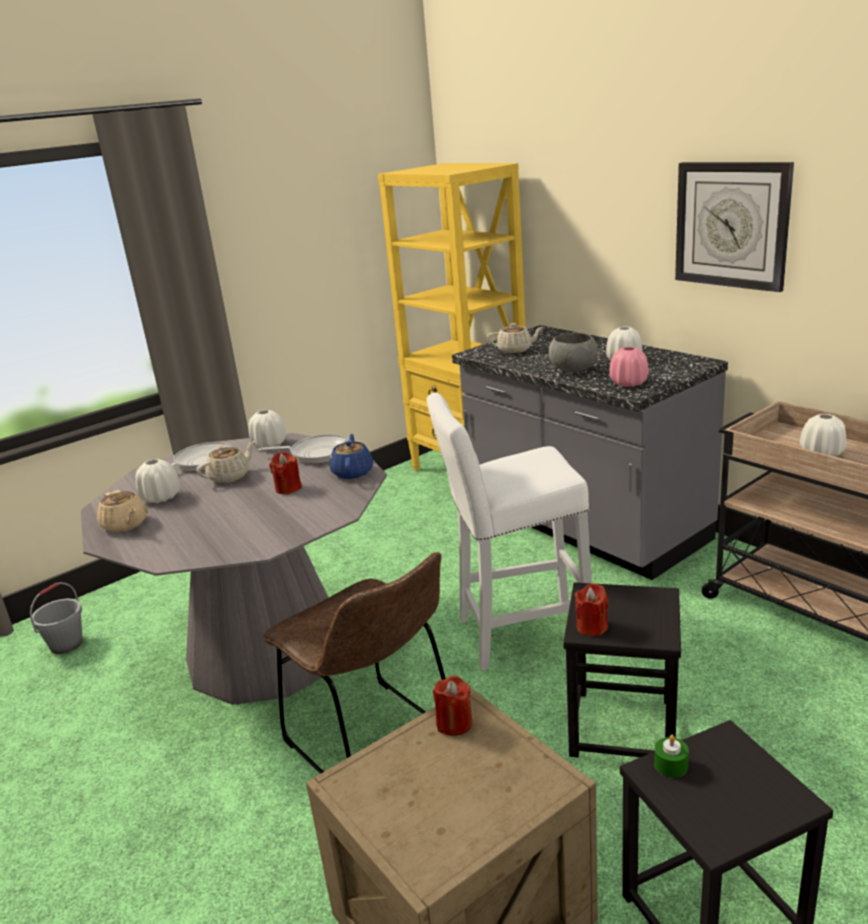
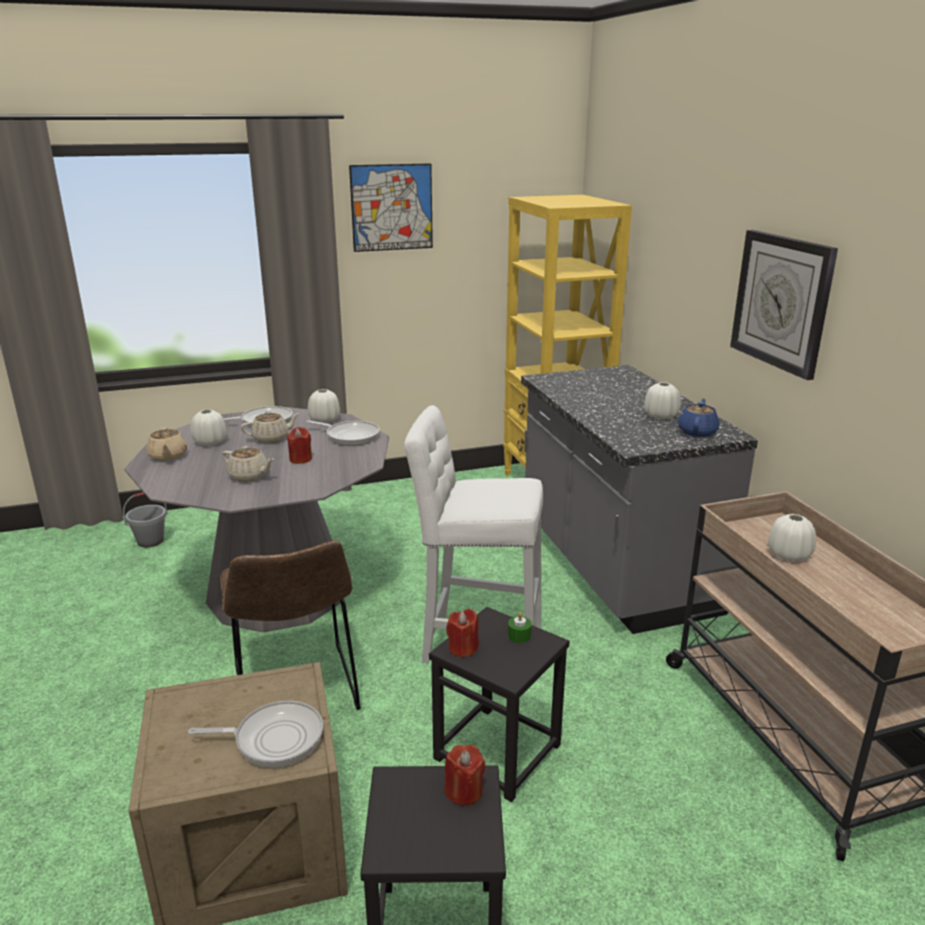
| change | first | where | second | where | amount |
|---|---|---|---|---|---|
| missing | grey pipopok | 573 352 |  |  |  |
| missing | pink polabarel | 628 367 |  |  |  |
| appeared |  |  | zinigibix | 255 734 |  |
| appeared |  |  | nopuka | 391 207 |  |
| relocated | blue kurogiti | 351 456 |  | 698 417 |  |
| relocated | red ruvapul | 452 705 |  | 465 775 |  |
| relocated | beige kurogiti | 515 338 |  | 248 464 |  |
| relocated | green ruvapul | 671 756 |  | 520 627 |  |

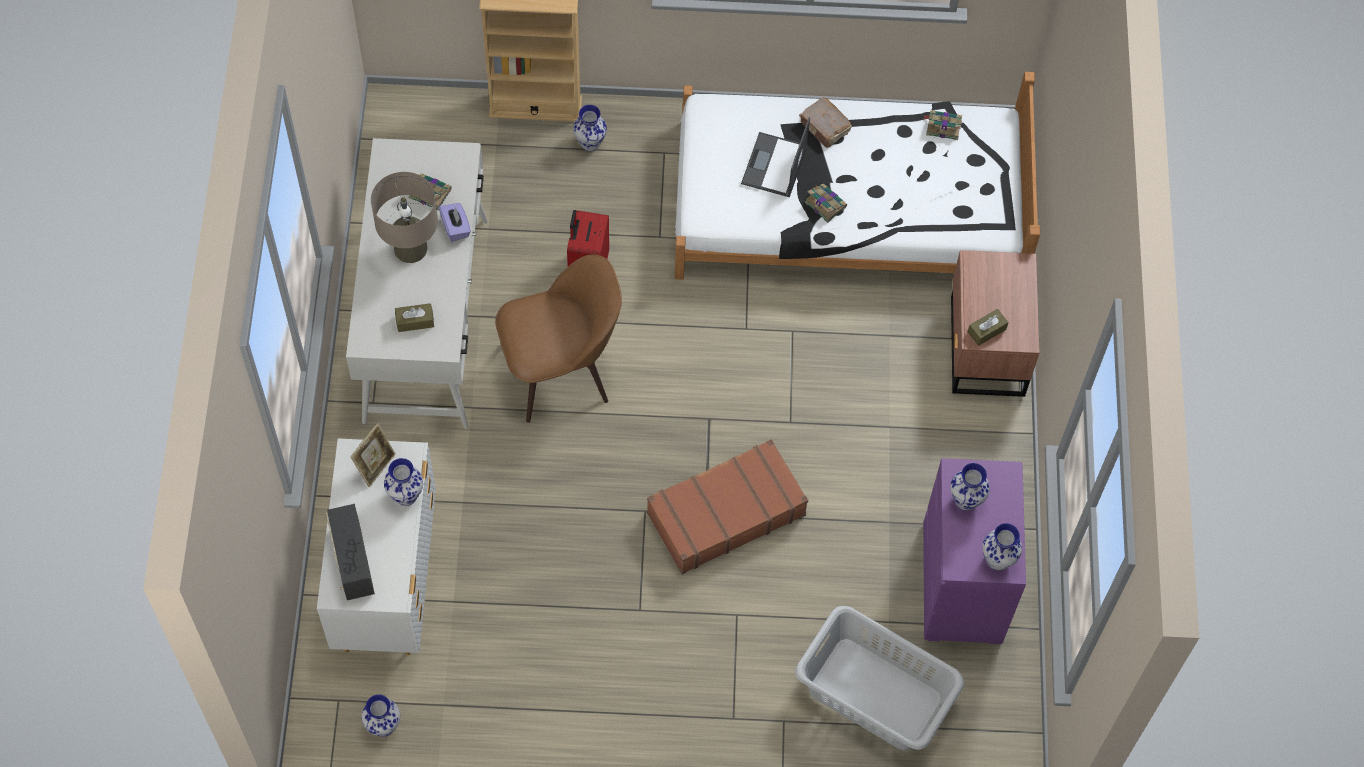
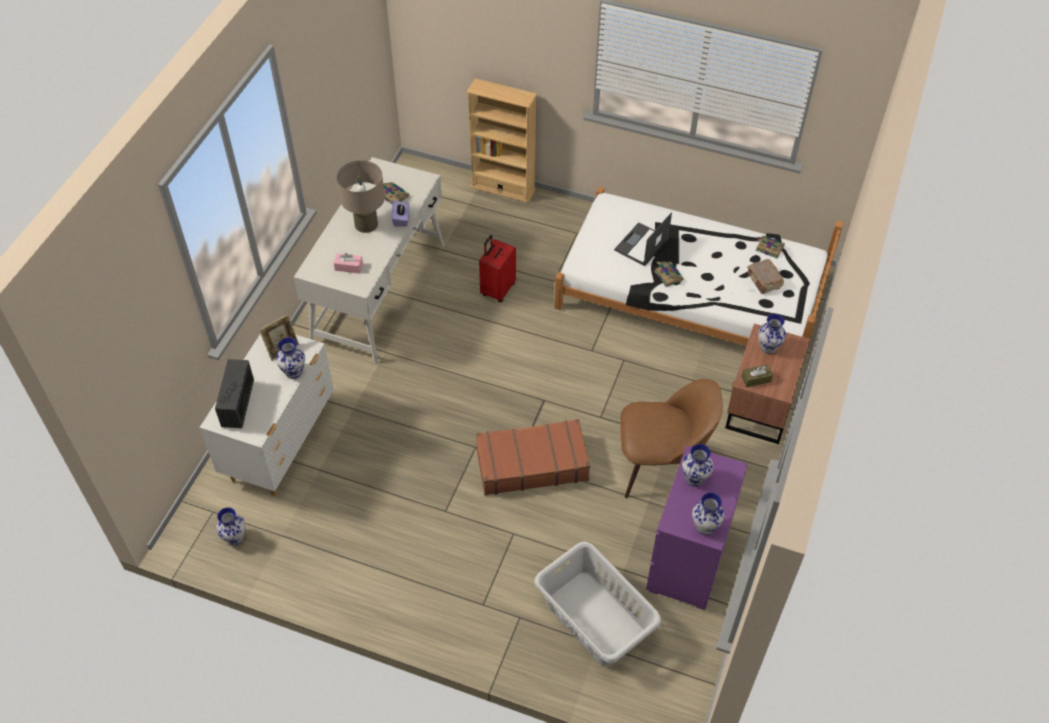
| change | first | where | second | where | amount |
|---|---|---|---|---|---|
| relocated | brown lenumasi | 558 339 |  | 671 438 |  |
| relocated | polabarel | 590 128 |  | 772 334 |  |
| relocated | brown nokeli | 825 122 |  | 765 276 |  |
| colour | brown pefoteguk | 414 317 | pink pefoteguk | 348 263 |  |

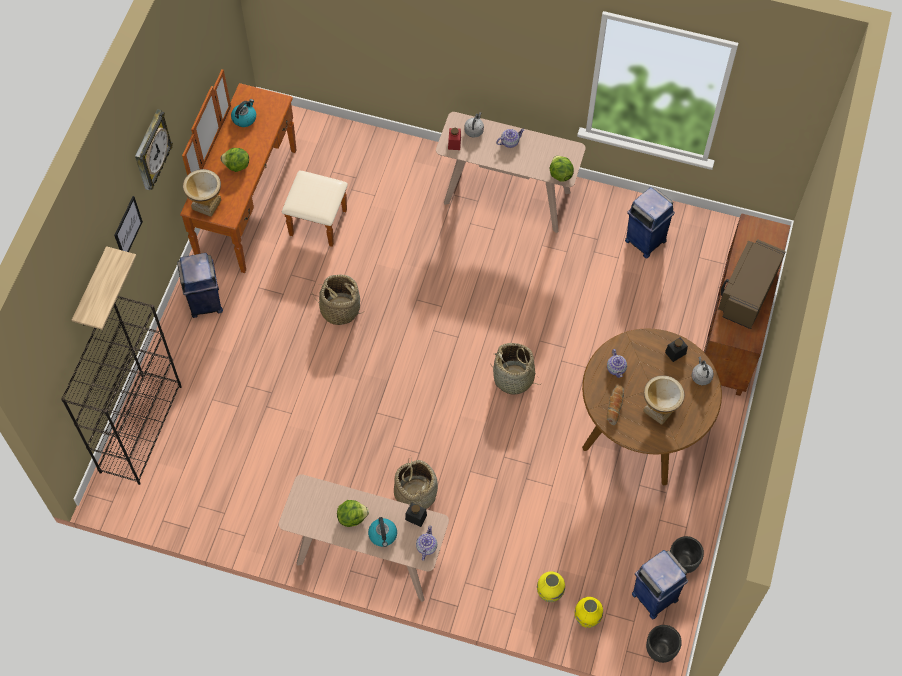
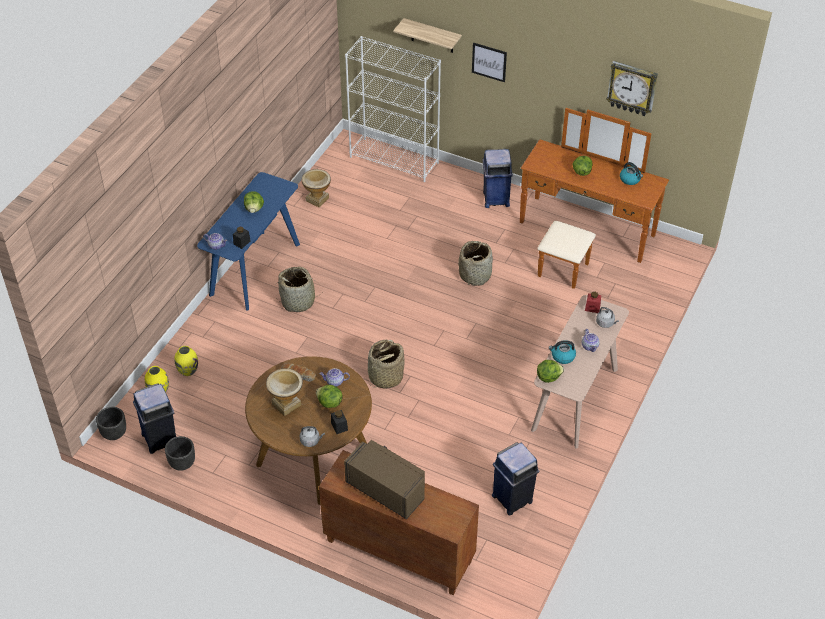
| change | first | where | second | where | amount |
|---|---|---|---|---|---|
| appeared |  |  | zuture | 329 396 |  |
| relocated | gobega | 154 149 |  | 632 88 |  |
| relocated | polabarel | 202 193 |  | 316 188 |  |
| relocated | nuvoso | 382 532 |  | 562 352 |  |
| colour | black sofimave | 121 390 | white sofimave | 393 109 |  |
| colour | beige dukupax | 364 538 | blue dukupax | 248 241 |  |

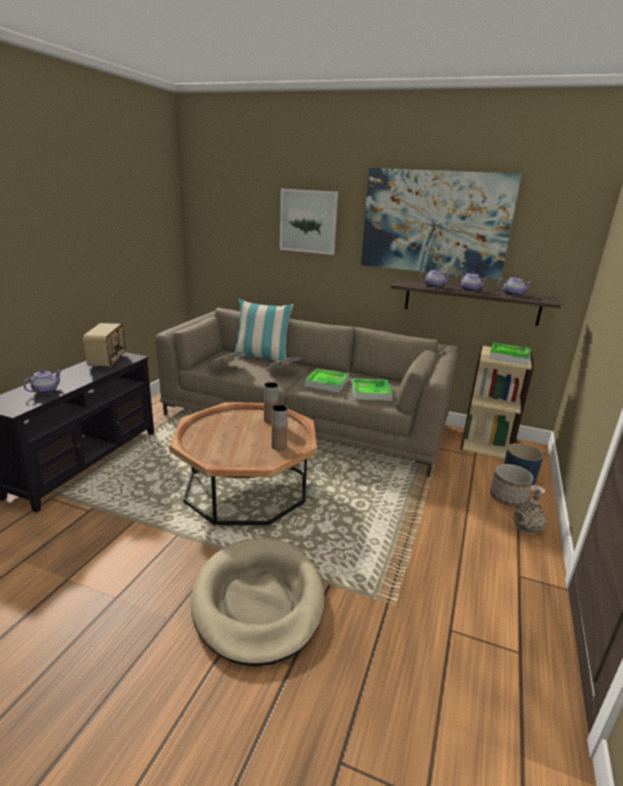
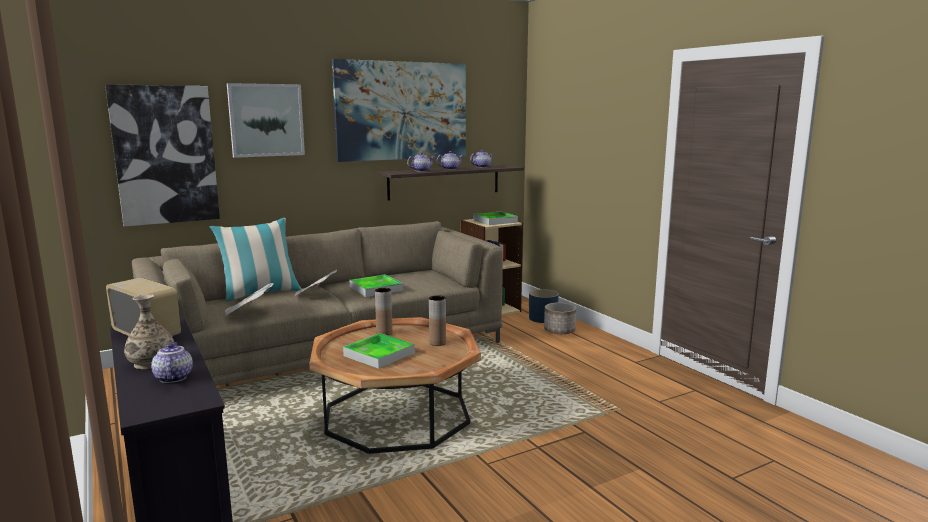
| change | first | where | second | where | amount |
|---|---|---|---|---|---|
| missing | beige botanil | 258 602 |  |  |  |
| appeared |  |  | nopuka | 162 155 |  |
| relocated | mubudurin | 372 389 |  | 379 351 |  |
| relocated | polabarel | 530 510 |  | 149 331 |  |

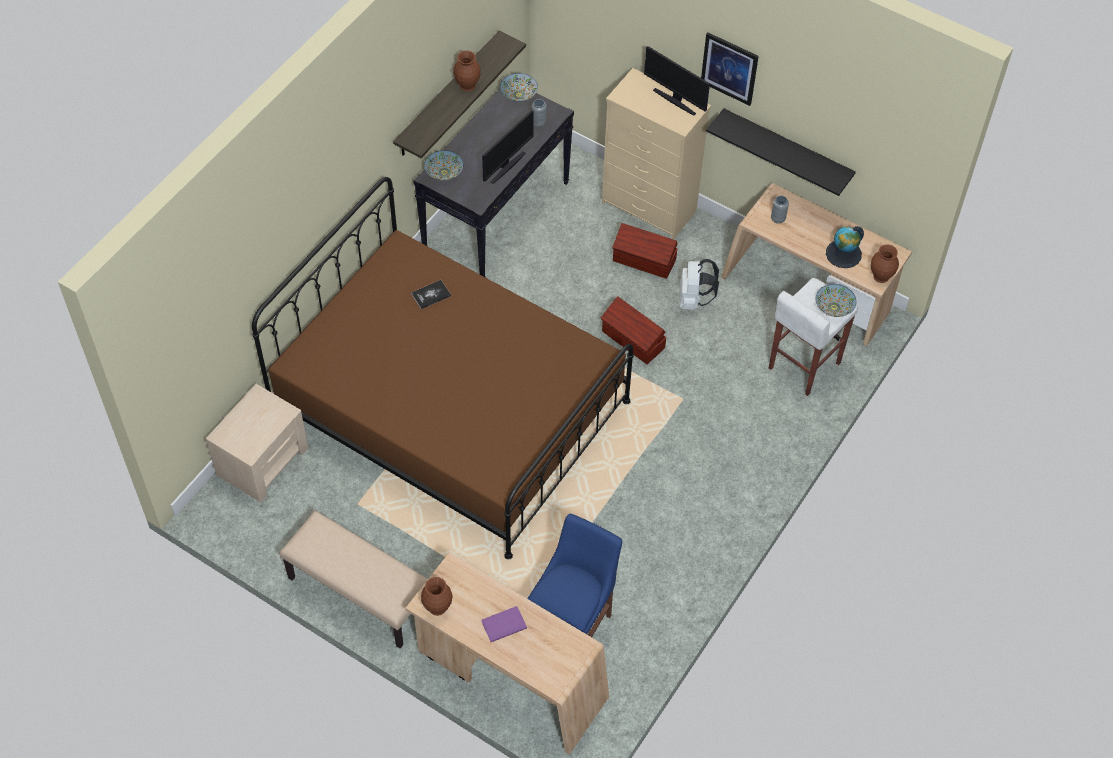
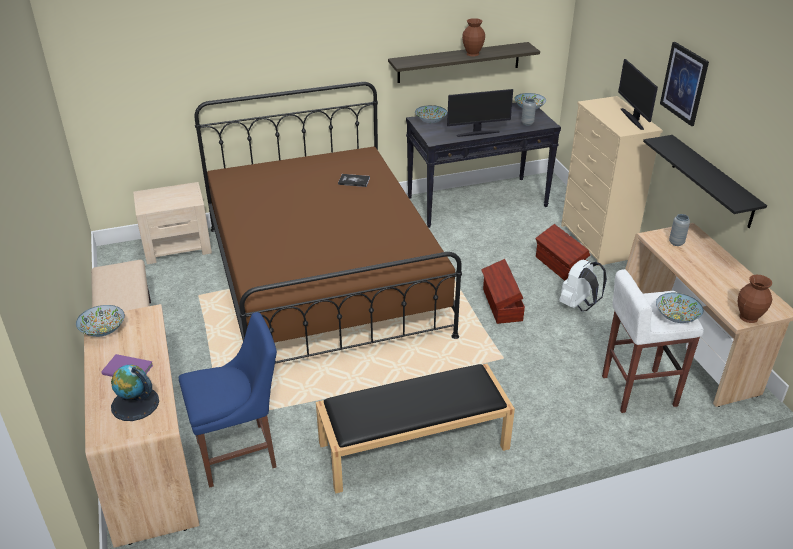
| change | first | where | second | where | amount |
|---|---|---|---|---|---|
| appeared |  |  | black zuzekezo | 415 429 |  |
| relocated | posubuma | 845 247 |  | 135 393 |  |
| exchanged | brown polabarel | 437 596 | pipopok | 100 321 |  |

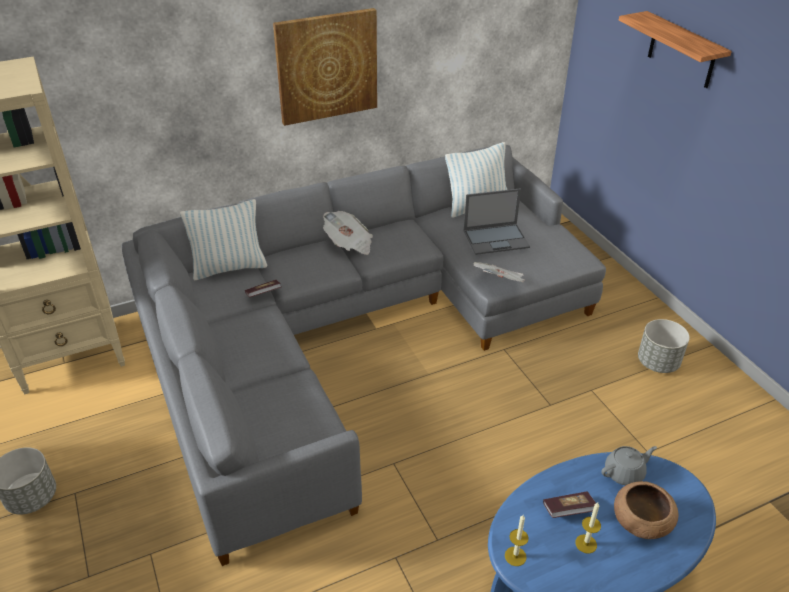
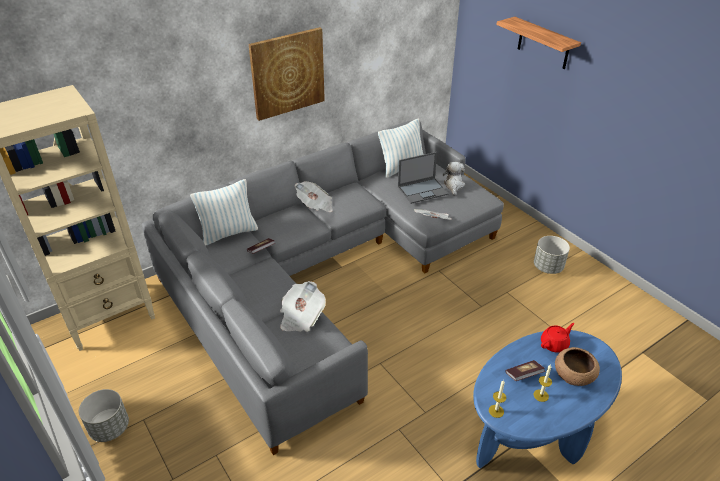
| change | first | where | second | where | amount |
|---|---|---|---|---|---|
| appeared |  |  | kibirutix | 303 306 |  |
| appeared |  |  | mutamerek | 454 179 |  |
| colour | grey kurogiti | 629 465 | red kurogiti | 557 338 |  |

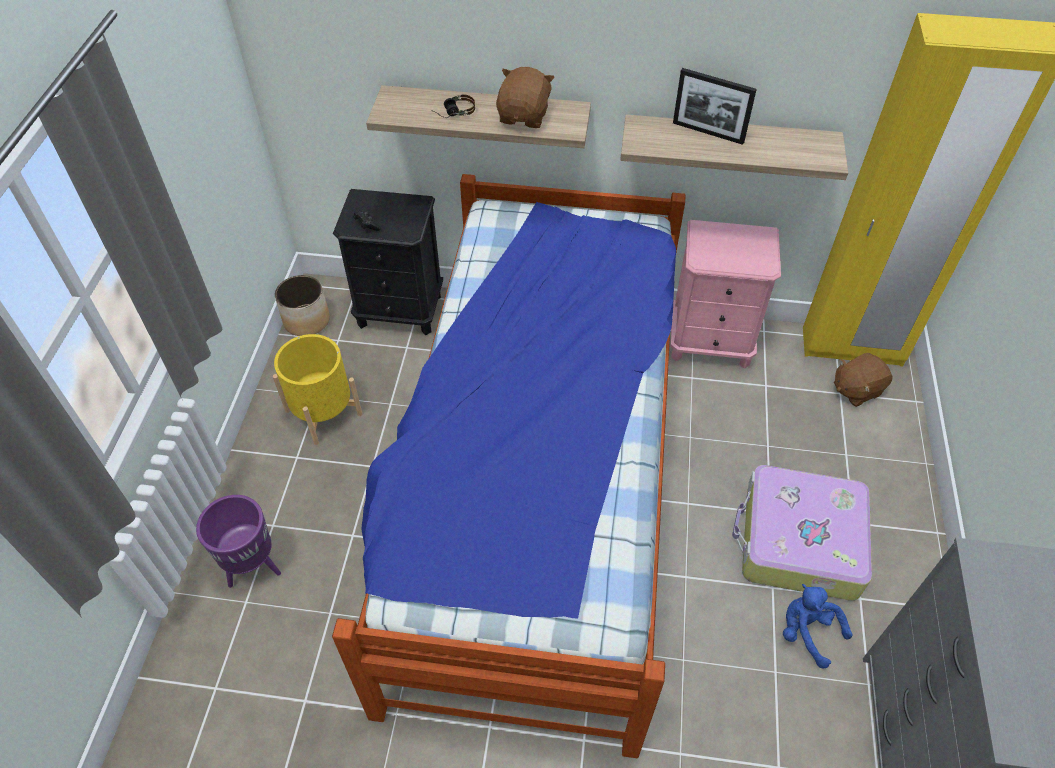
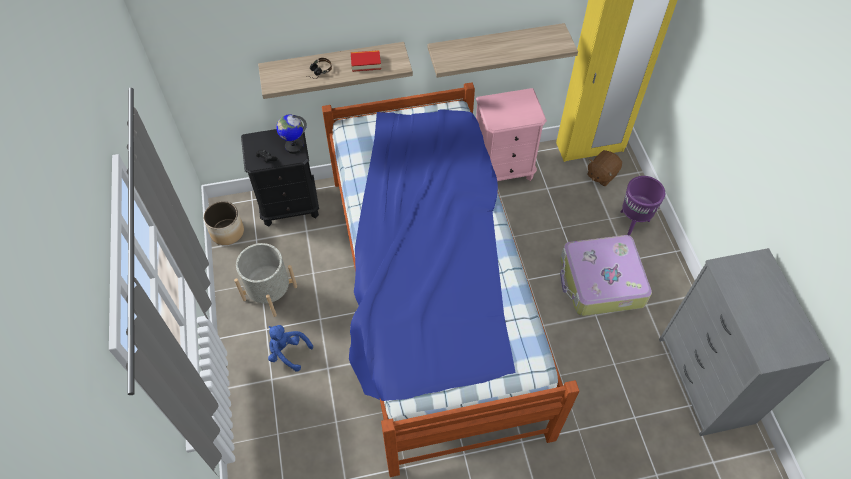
| change | first | where | second | where | amount |
|---|---|---|---|---|---|
| missing | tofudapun | 715 106 |  |  |  |
| appeared |  |  | posubuma | 291 134 |  |
| relocated | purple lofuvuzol | 238 541 |  | 643 206 |  |
| relocated | blue mutamerek | 817 626 |  | 290 348 |  |
| exchanged | brown mutamerek | 525 97 | nokeli | 366 61 |  |
| colour | yellow lofuvuzol | 317 389 | grey lofuvuzol | 265 280 |  |

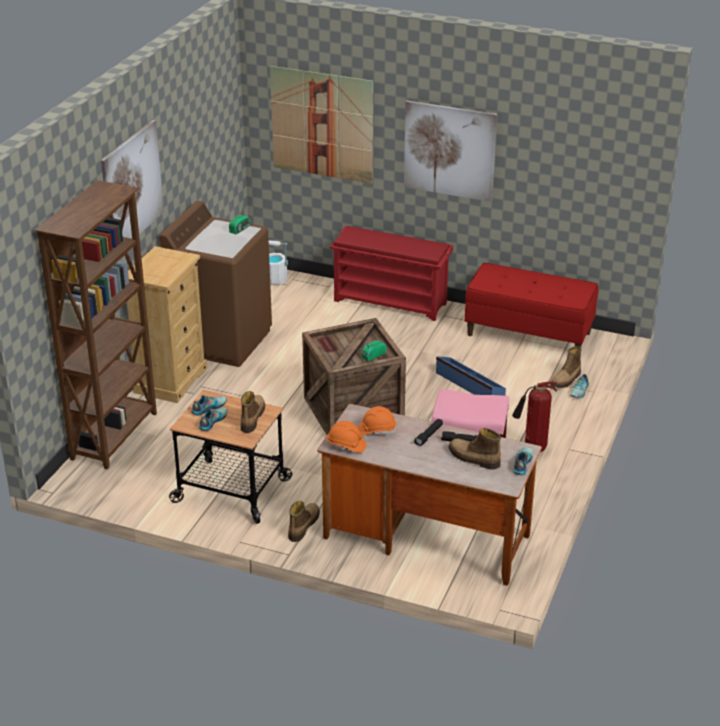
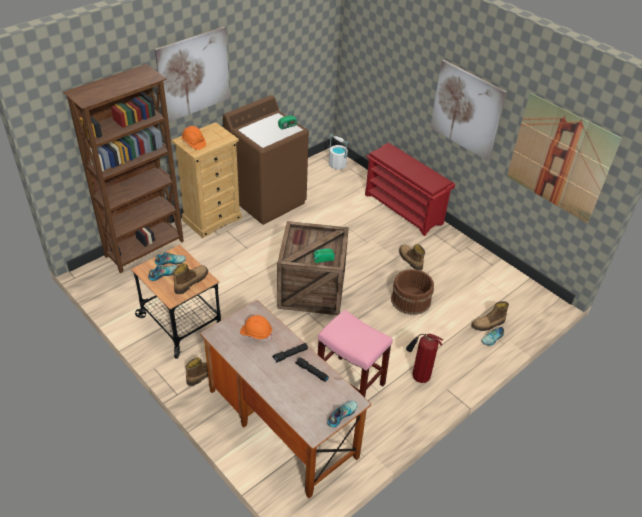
| change | first | where | second | where | amount |
|---|---|---|---|---|---|
| missing | red zuzekezo | 532 305 |  |  |  |
| relocated | nopuka | 321 125 |  | 564 158 |  |
| relocated | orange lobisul | 347 437 |  | 194 138 |  |
| relocated | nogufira | 474 448 |  | 412 257 |  |
| exchanged | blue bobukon | 471 376 | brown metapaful | 412 292 |  |

